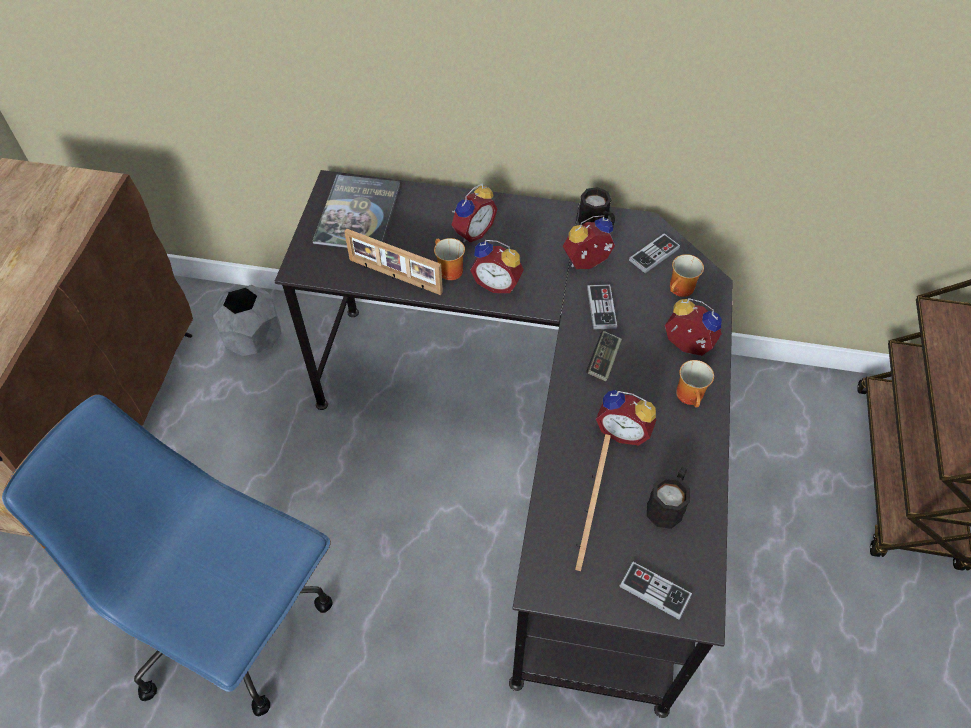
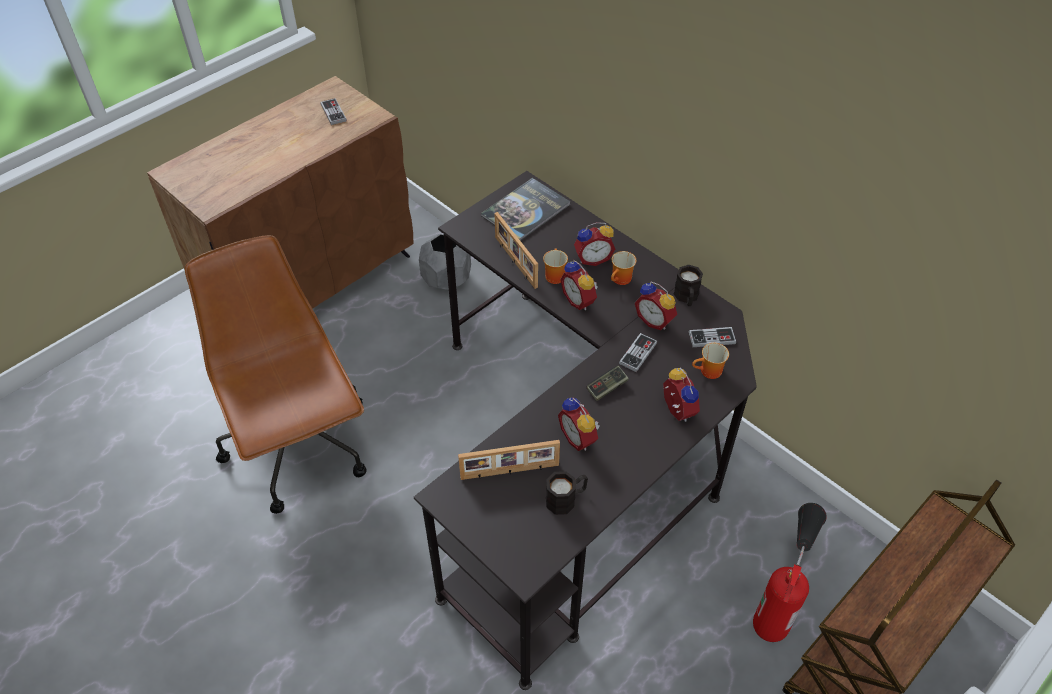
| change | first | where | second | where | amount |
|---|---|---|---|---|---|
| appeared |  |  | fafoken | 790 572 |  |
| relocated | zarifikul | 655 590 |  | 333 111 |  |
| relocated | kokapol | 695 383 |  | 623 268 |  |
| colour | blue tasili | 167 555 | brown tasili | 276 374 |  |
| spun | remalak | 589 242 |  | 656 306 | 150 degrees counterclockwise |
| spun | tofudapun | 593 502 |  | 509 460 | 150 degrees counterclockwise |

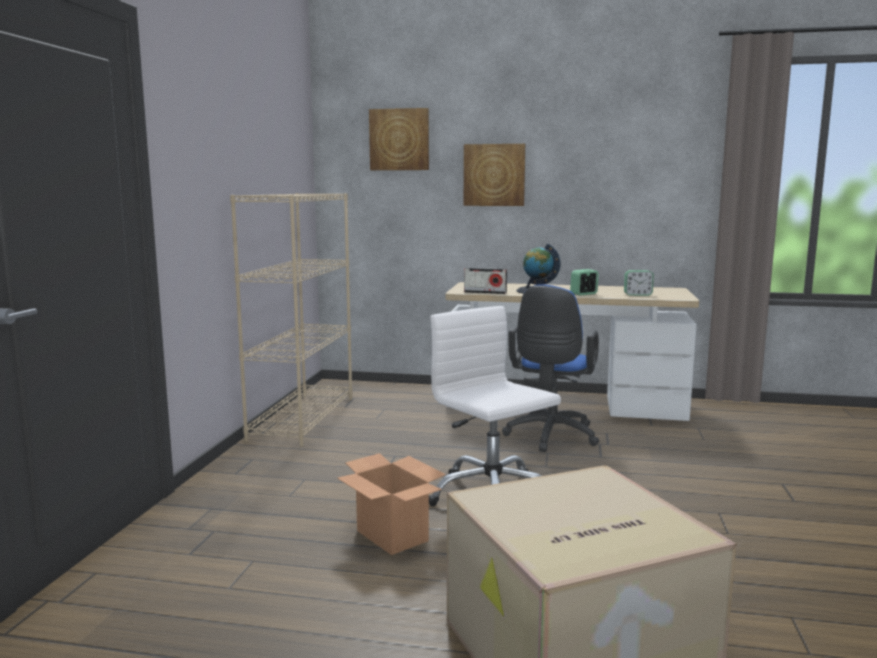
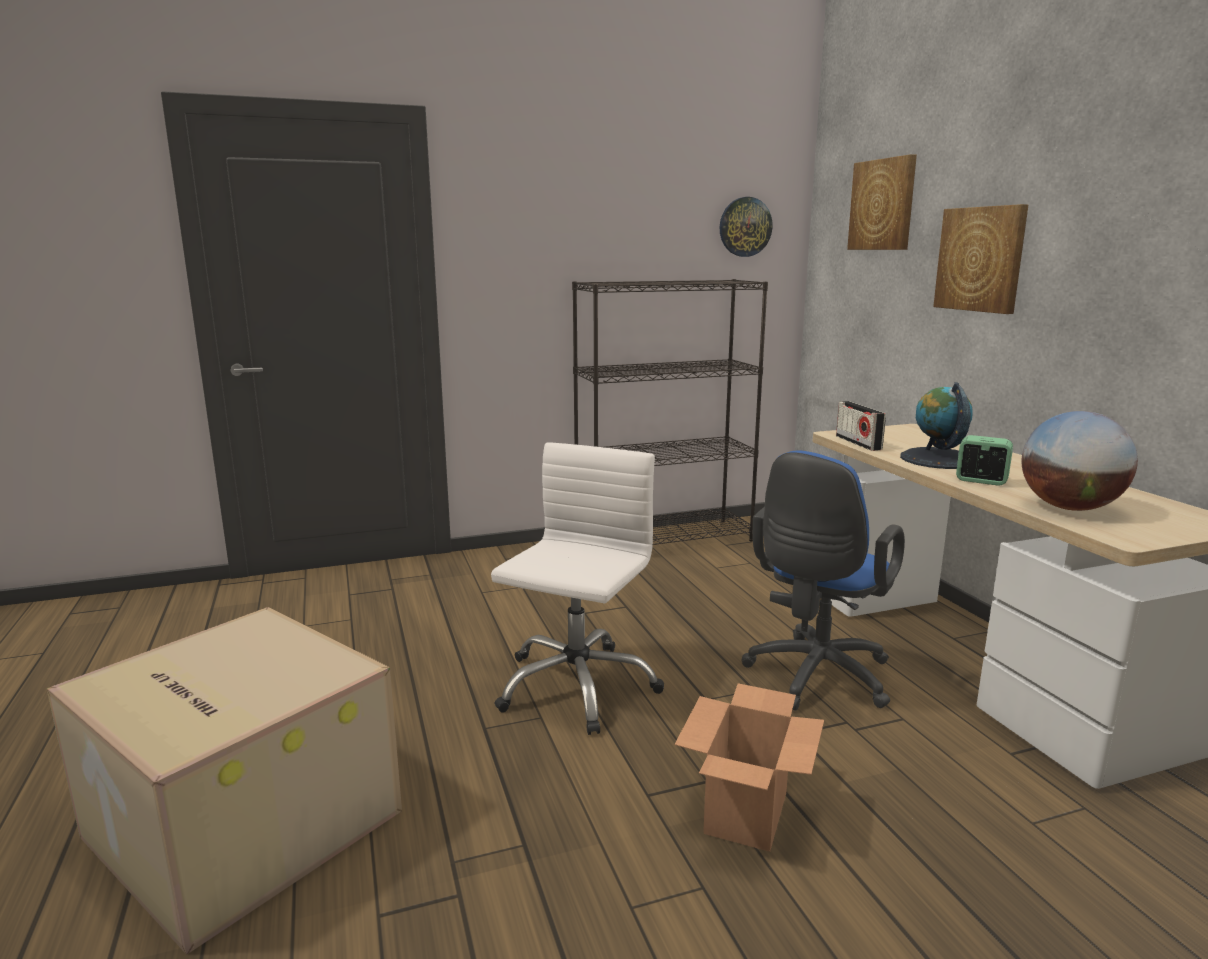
| change | first | where | second | where | amount |
|---|---|---|---|---|---|
| appeared |  |  | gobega | 746 227 |  |
| relocated | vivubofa | 391 504 |  | 749 767 |  |
| exchanged | remalak | 639 283 | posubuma | 1080 461 |  |
| colour | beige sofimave | 291 320 | black sofimave | 670 412 |  |
| spun | blue tasili | 550 368 |  | 823 581 | 45 degrees counterclockwise |

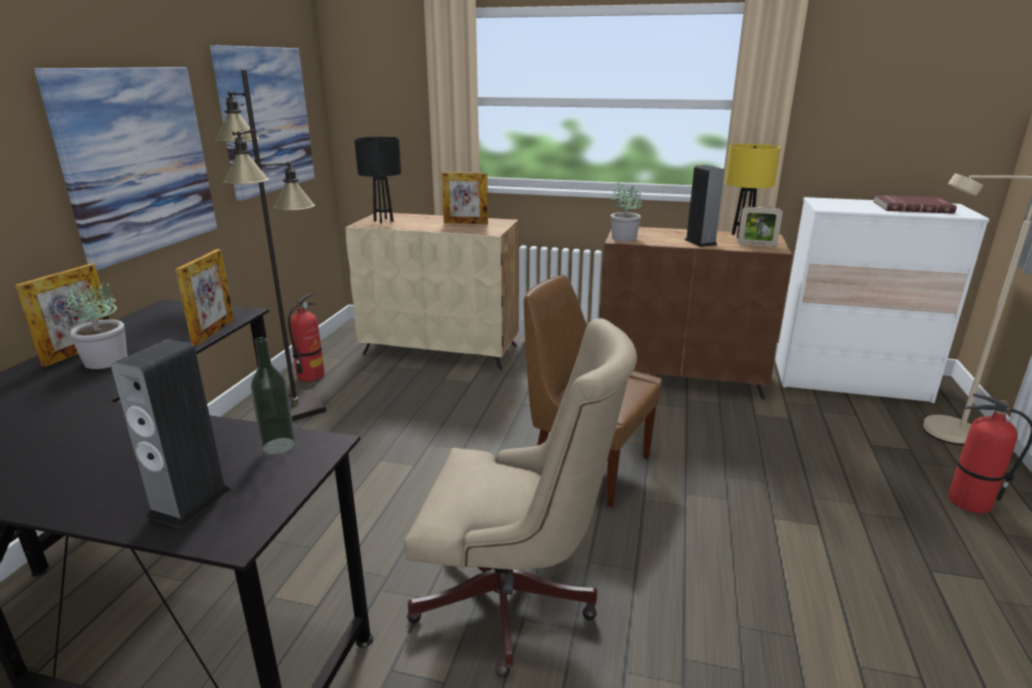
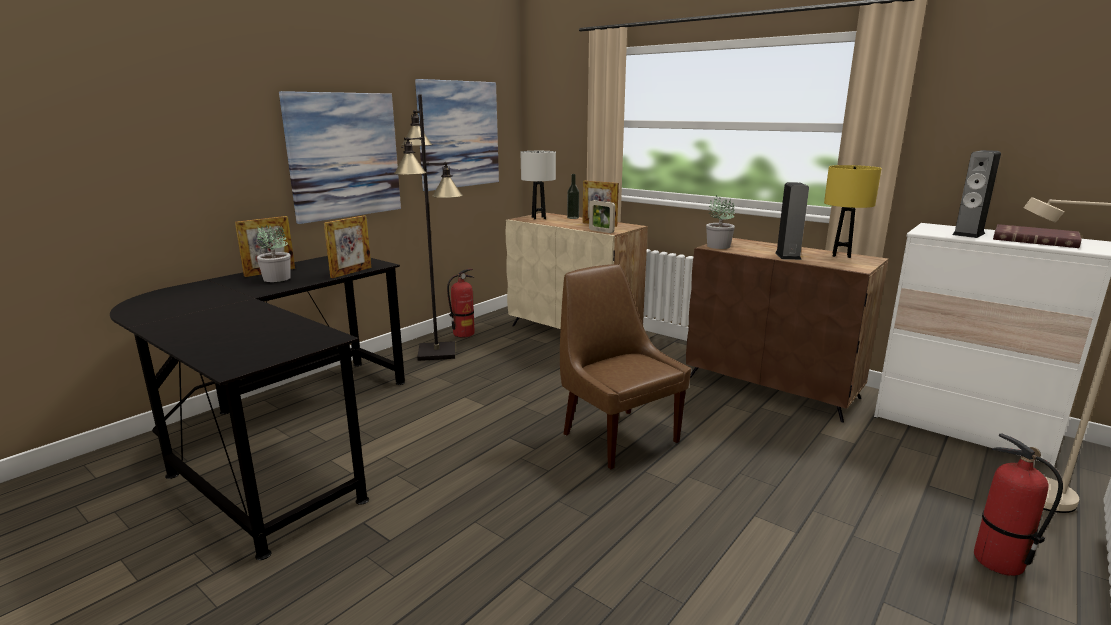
| change | first | where | second | where | amount |
|---|---|---|---|---|---|
| missing | beige tasili | 520 497 |  |  |  |
| relocated | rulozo | 171 433 |  | 976 194 |  |
| relocated | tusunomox | 273 396 |  | 573 196 |  |
| relocated | tofudapun | 760 226 |  | 602 216 |  |
| colour | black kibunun | 377 180 | white kibunun | 538 185 |  |

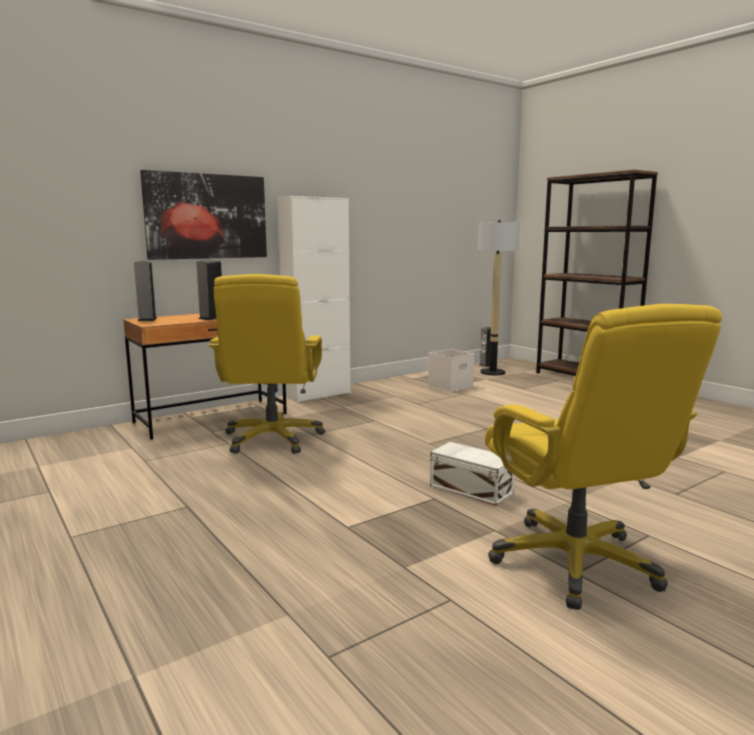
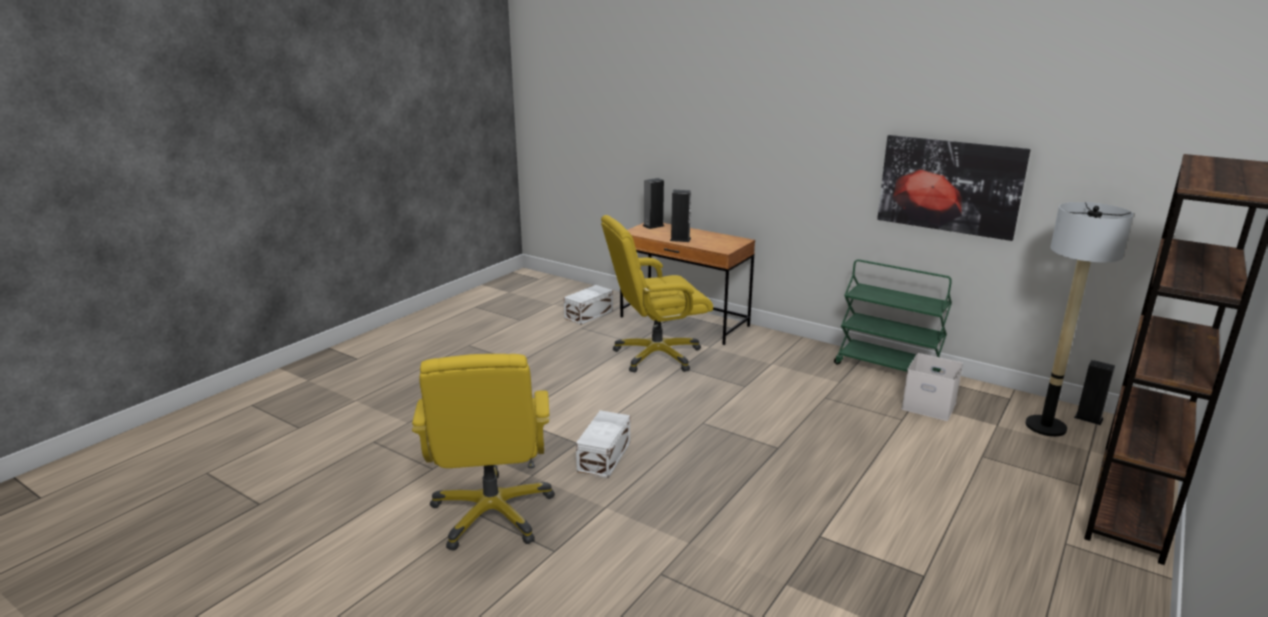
| change | first | where | second | where | amount |
|---|---|---|---|---|---|
| missing | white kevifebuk | 314 299 |  |  |  |
| appeared |  |  | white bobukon | 588 305 |  |
| appeared |  |  | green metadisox | 893 315 |  |
| relocated | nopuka | 203 215 |  | 954 188 |  |
| spun | yellow tasili | 603 457 |  | 483 452 | 60 degrees counterclockwise |

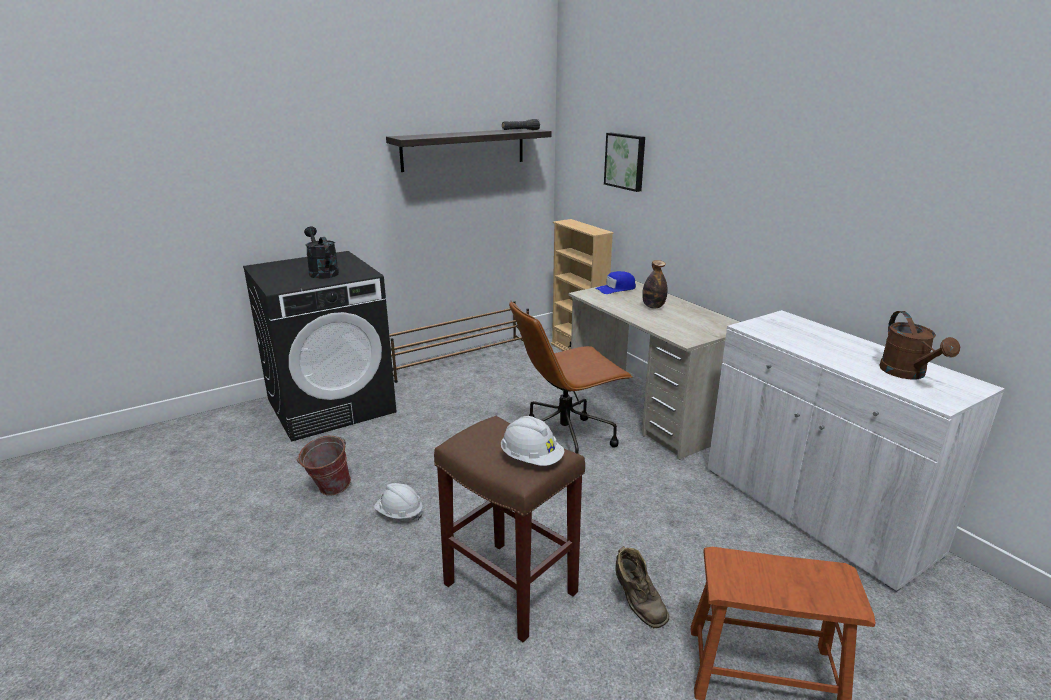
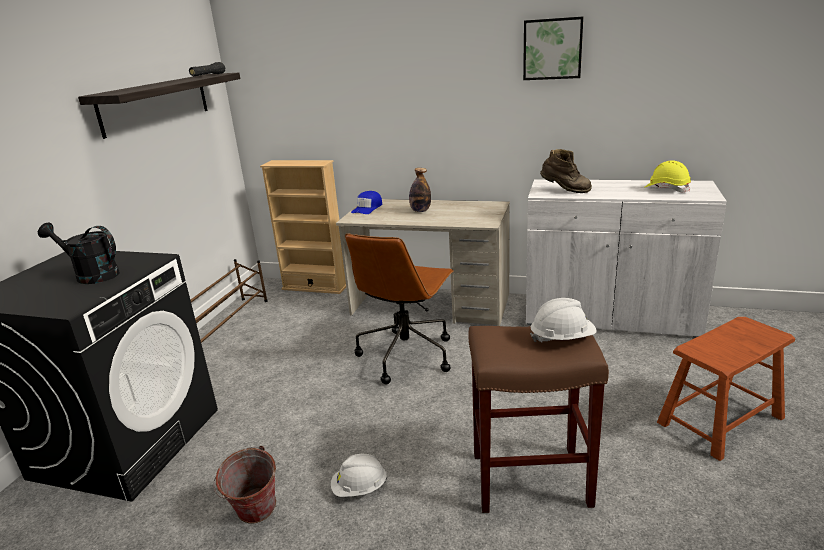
| change | first | where | second | where | amount |
|---|---|---|---|---|---|
| relocated | nopuka | 624 162 |  | 553 48 |  |
| relocated | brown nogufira | 642 587 |  | 566 171 |  |
| exchanged | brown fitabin | 919 345 | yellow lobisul | 667 176 |  |

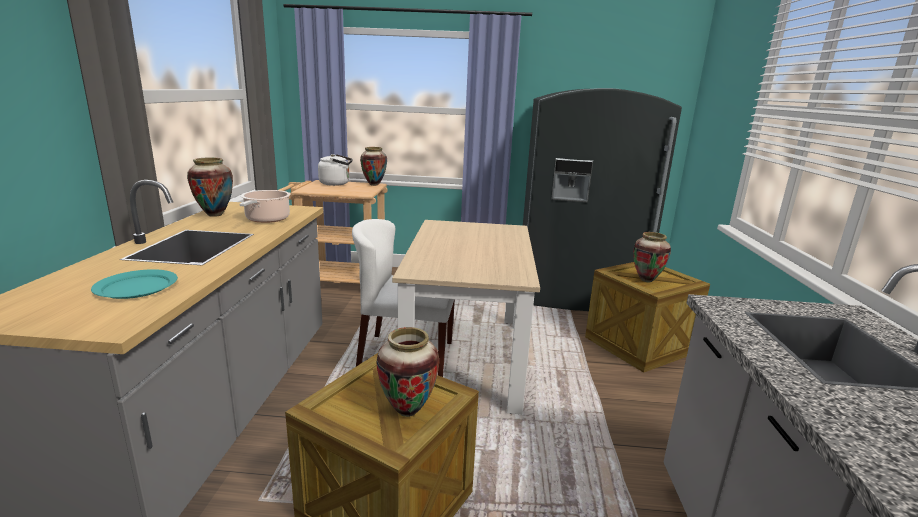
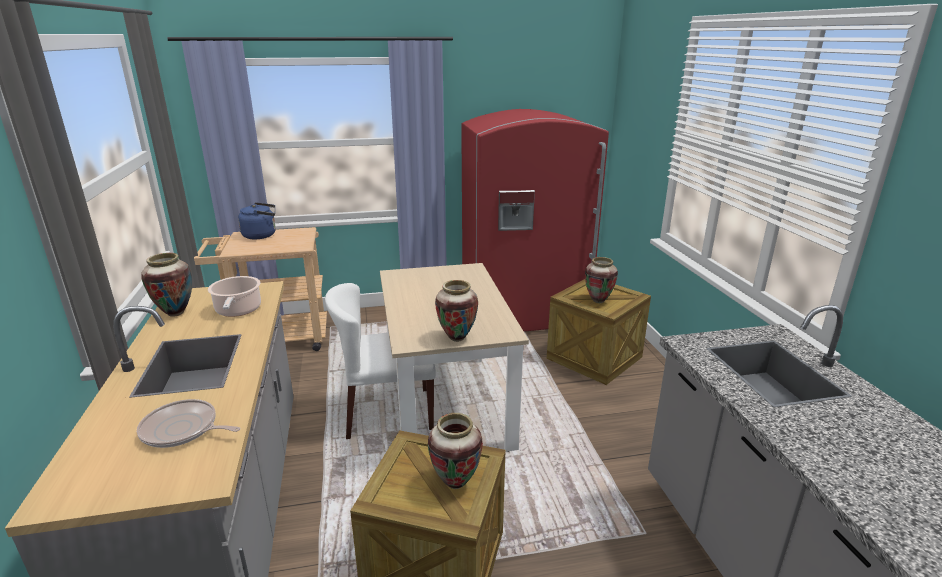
| change | first | where | second | where | amount |
|---|---|---|---|---|---|
| relocated | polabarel | 373 166 |  | 456 311 |  |
| exchanged | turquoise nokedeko | 134 284 | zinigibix | 189 423 |  |
| colour | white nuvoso | 335 170 | blue nuvoso | 257 220 |  |
| colour | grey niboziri | 602 199 | red niboziri | 535 220 |  |

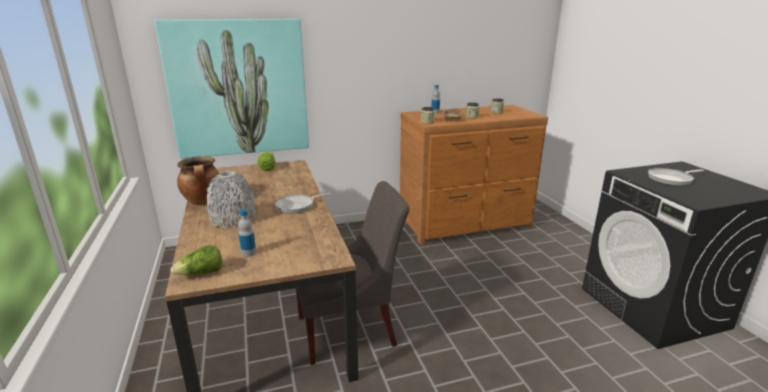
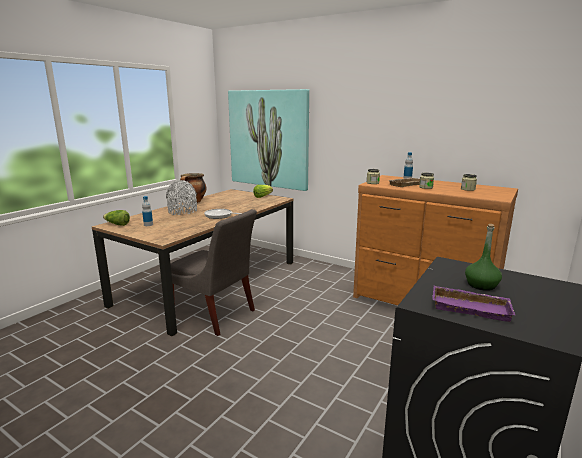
| change | first | where | second | where | amount |
|---|---|---|---|---|---|
| appeared |  |  | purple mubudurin | 473 303 |  |
| exchanged | zinigibix | 676 177 | green tusunomox | 483 257 |  |

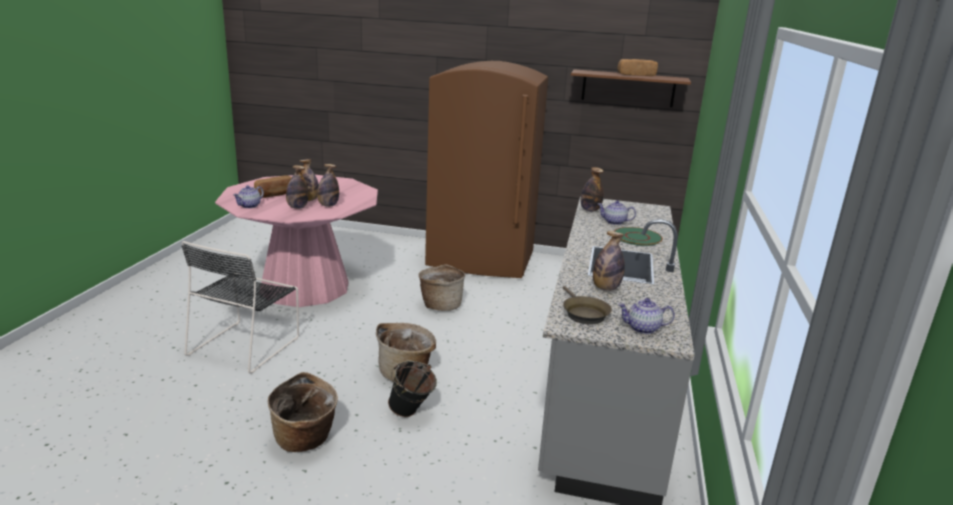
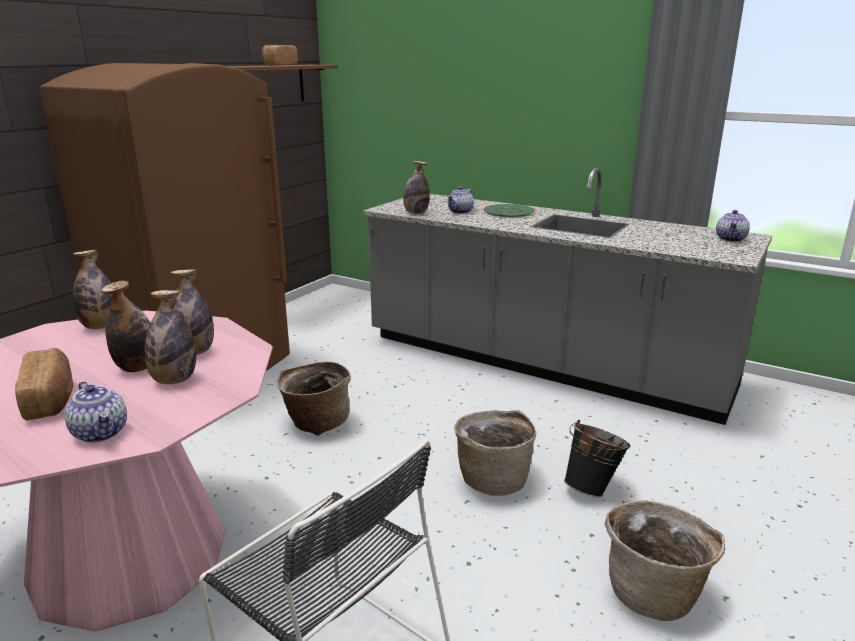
| change | first | where | second | where | amount |
|---|---|---|---|---|---|
| missing | brown zinigibix | 587 305 |  |  |  |
| relocated | tusunomox | 609 261 |  | 93 289 |  |

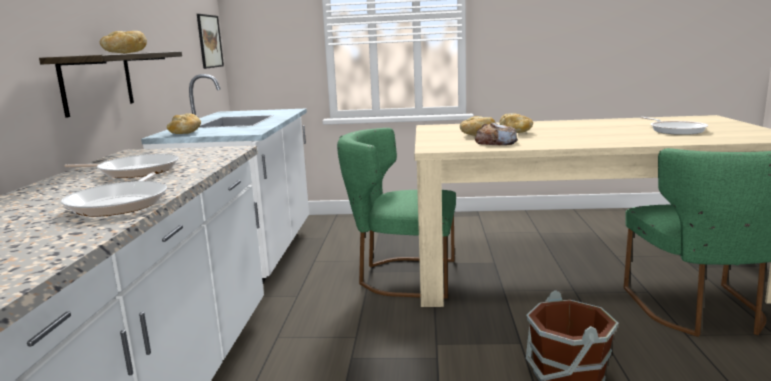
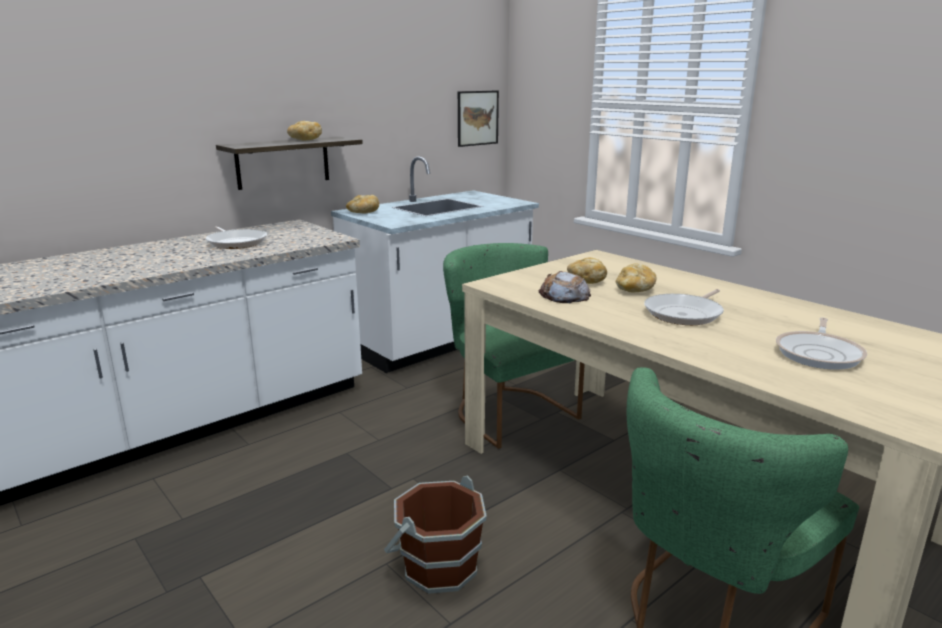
| change | first | where | second | where | amount |
|---|---|---|---|---|---|
| relocated | zinigibix | 114 194 |  | 684 307 |  |

